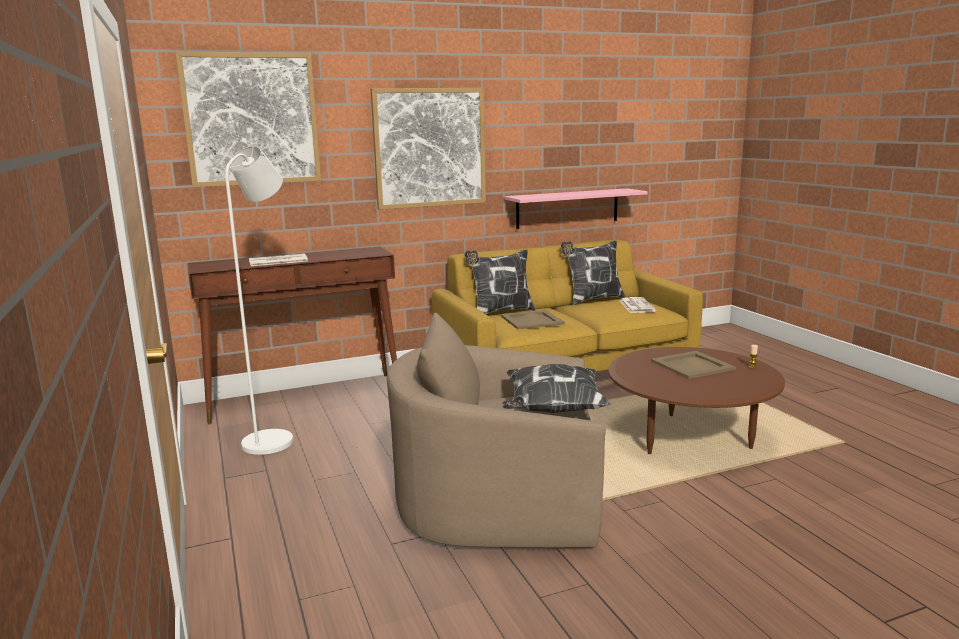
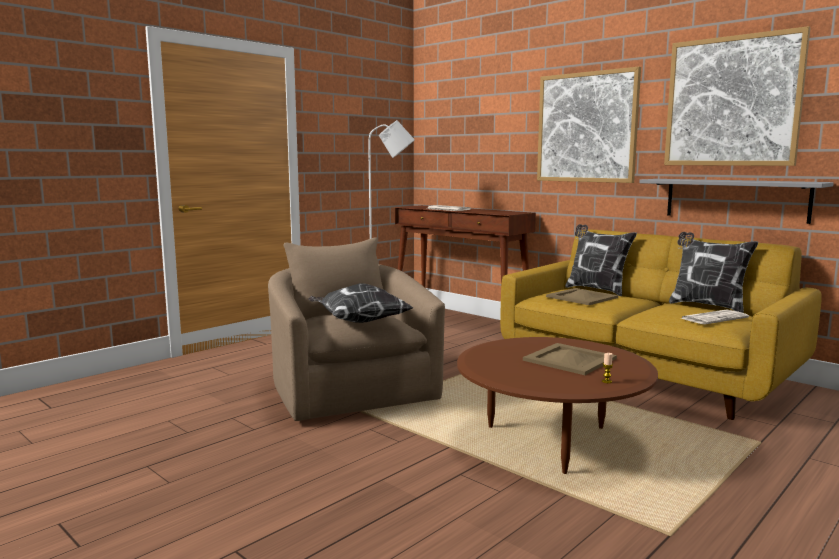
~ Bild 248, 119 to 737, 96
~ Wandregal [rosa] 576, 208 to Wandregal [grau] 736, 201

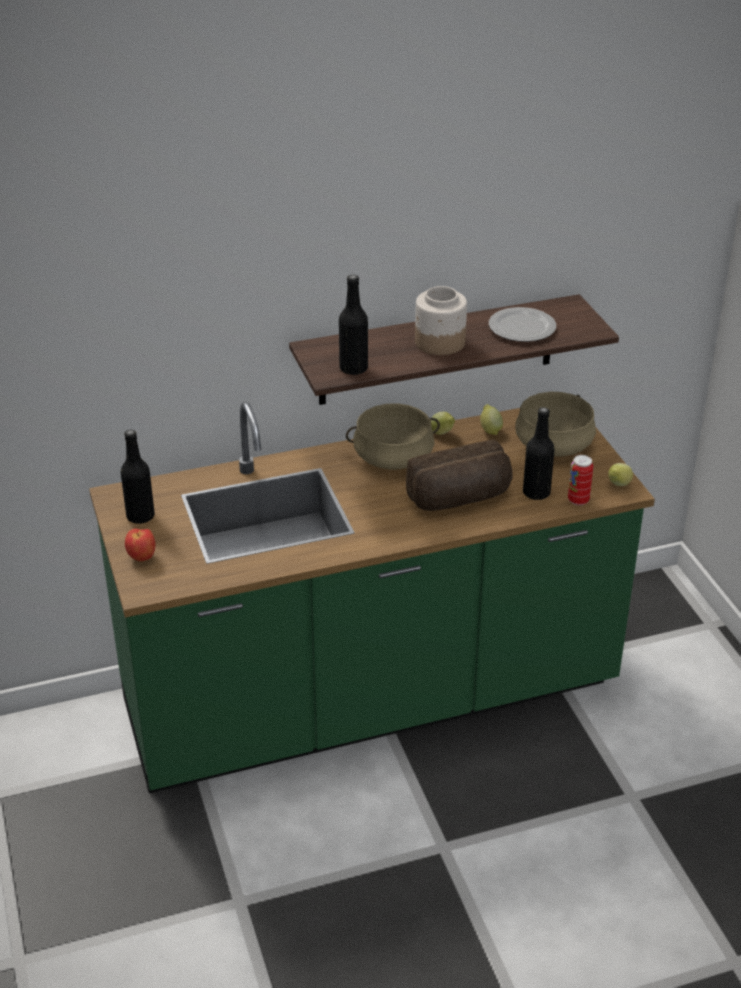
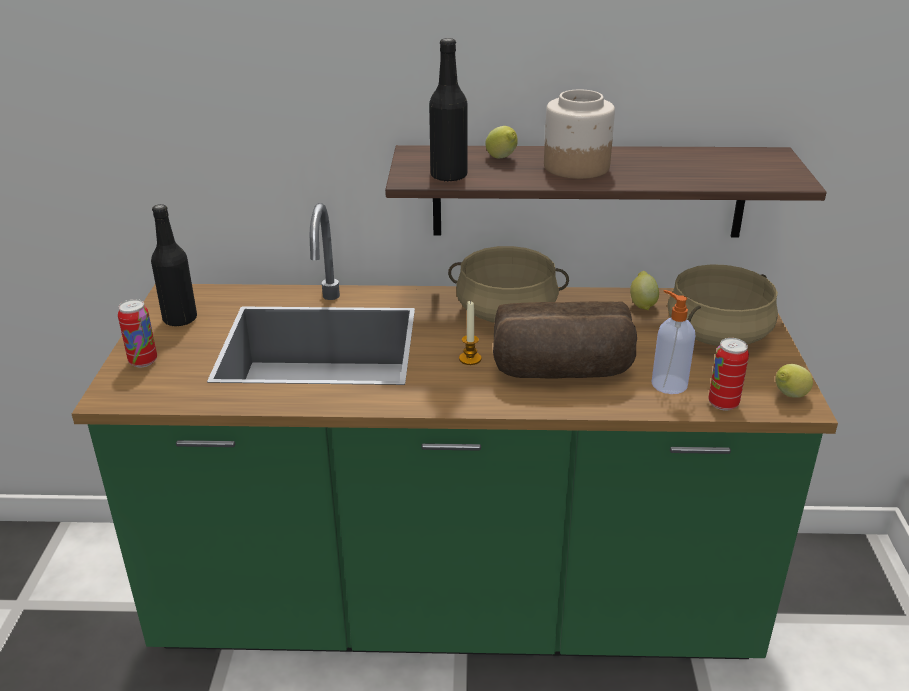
- Teller 522, 324
+ Kerze 470, 333
~ Zitrone 443, 423 to 502, 142
~ Apfel 140, 544 to Dose 137, 333
~ Flasche [schwarz] 539, 453 to Seifenspender 673, 342

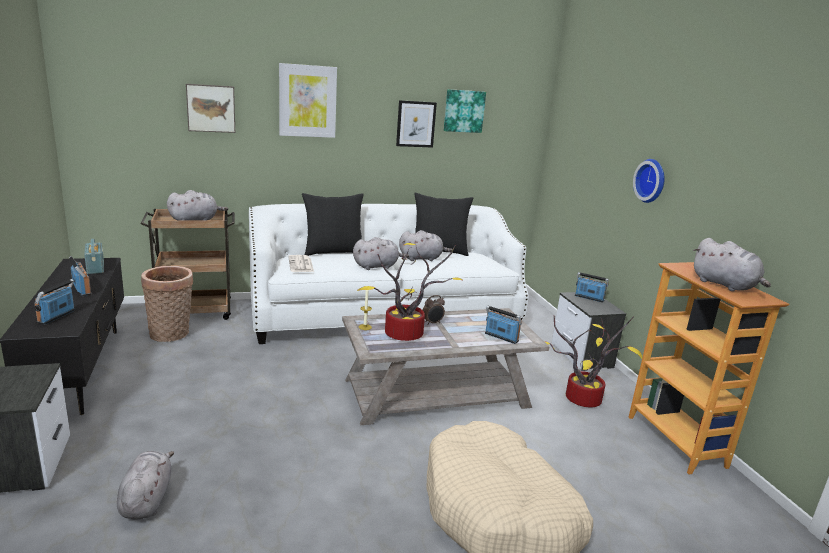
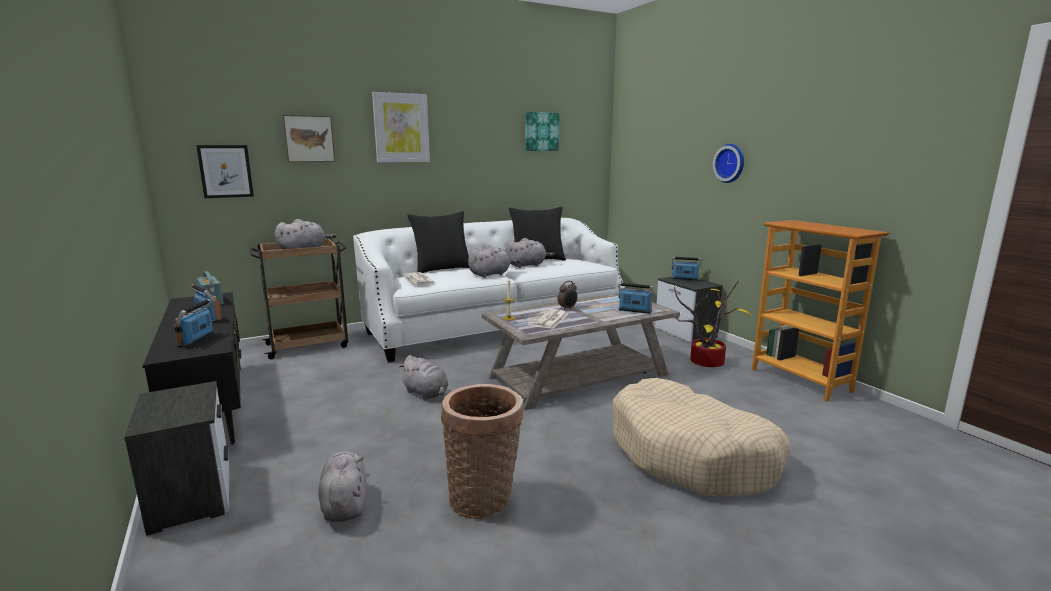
~ Korb 167, 304 to 482, 451
~ Bild 416, 124 to 225, 171
~ Plüschtier [grau] 732, 264 to 424, 377
~ Topfpflanze 410, 292 to Zeitung 547, 319

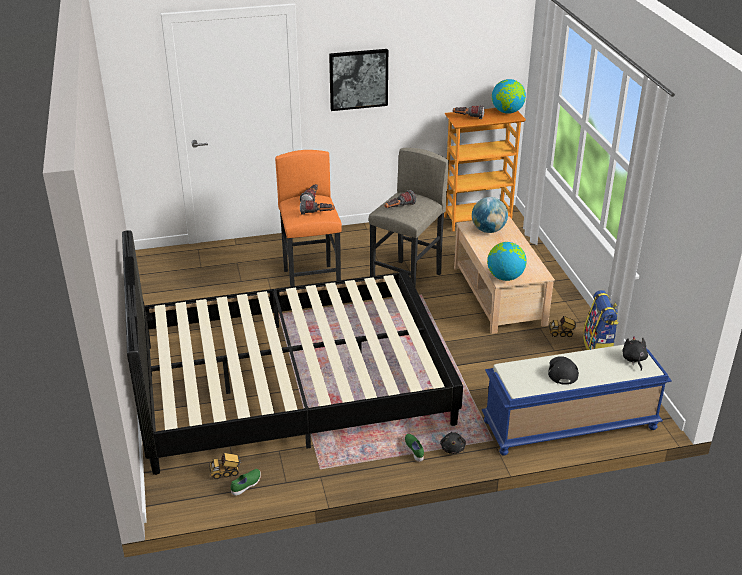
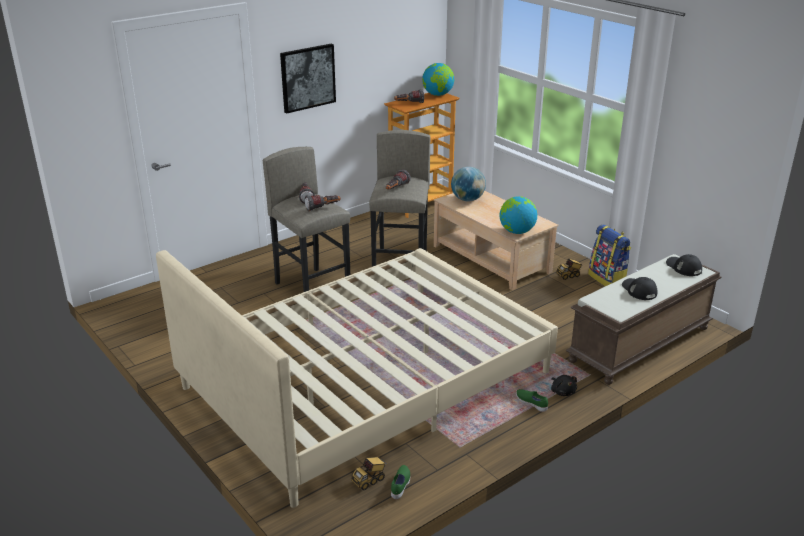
~ Plüschtier [schwarz] 635, 353 to Kappe [schwarz] 684, 265
~ Bett [schwarz] 292, 352 to Bett [beige] 357, 378
~ Hocker [orange] 308, 218 to Hocker [grau] 306, 219
~ Bank [blau] 577, 400 to Bank [braun] 643, 319

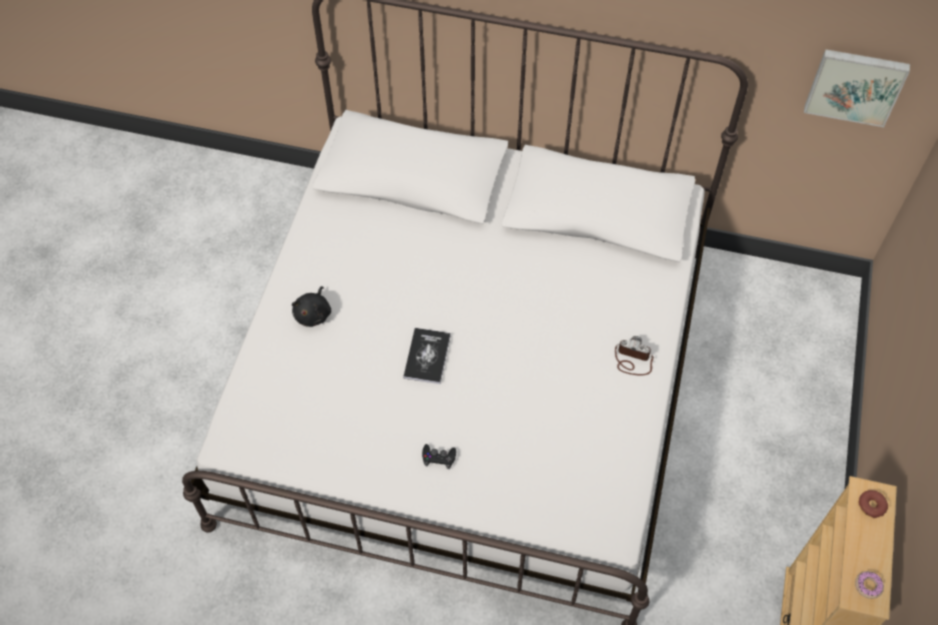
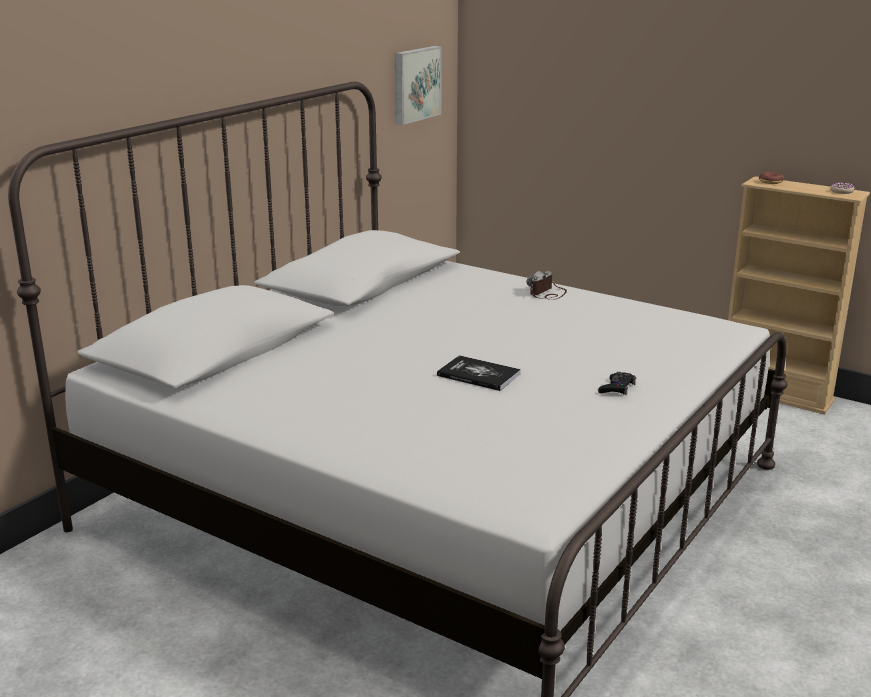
- Plüschtier [schwarz] 311, 306

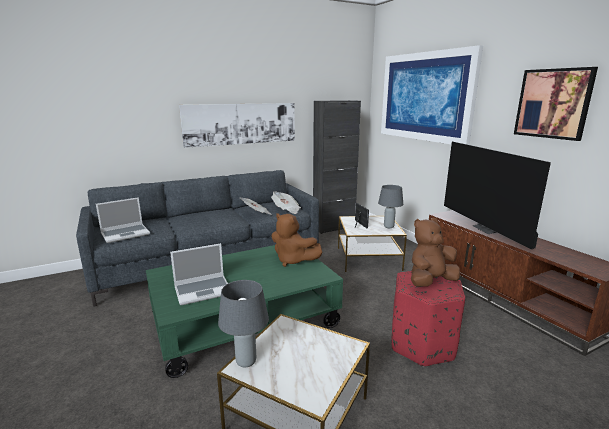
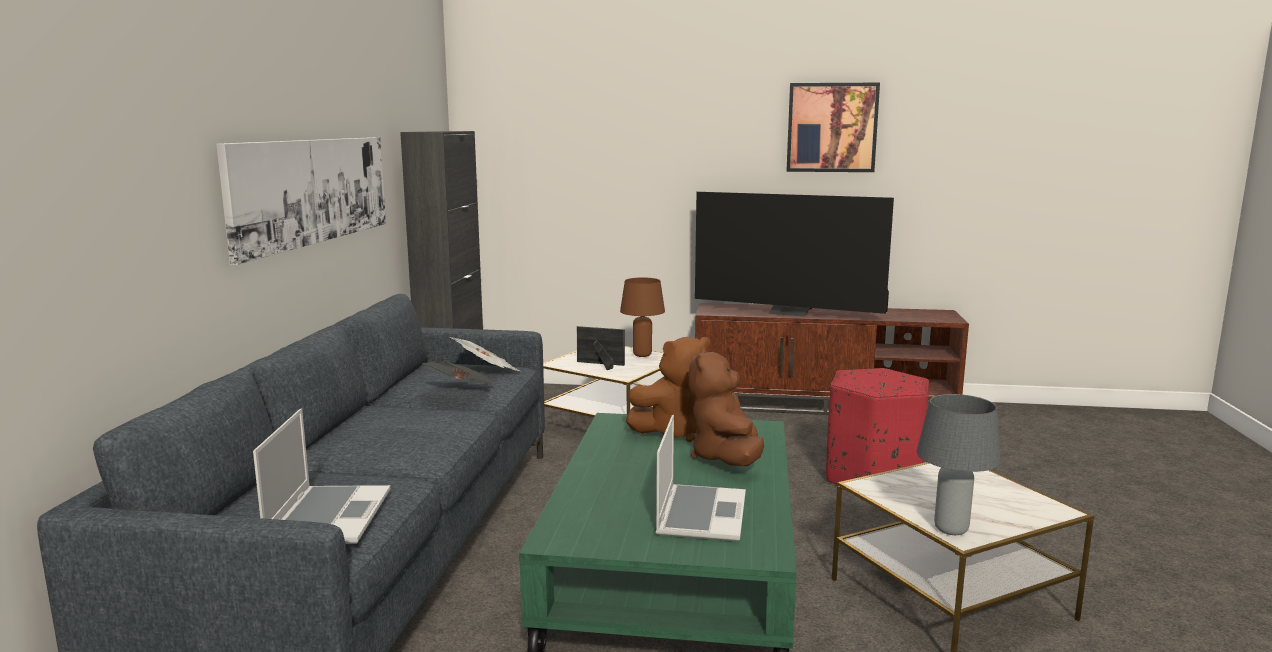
- Bild 432, 95
~ Plüschtier [braun] 435, 252 to 726, 406
~ Tischlampe [grau] 390, 206 to Tischlampe [braun] 642, 317

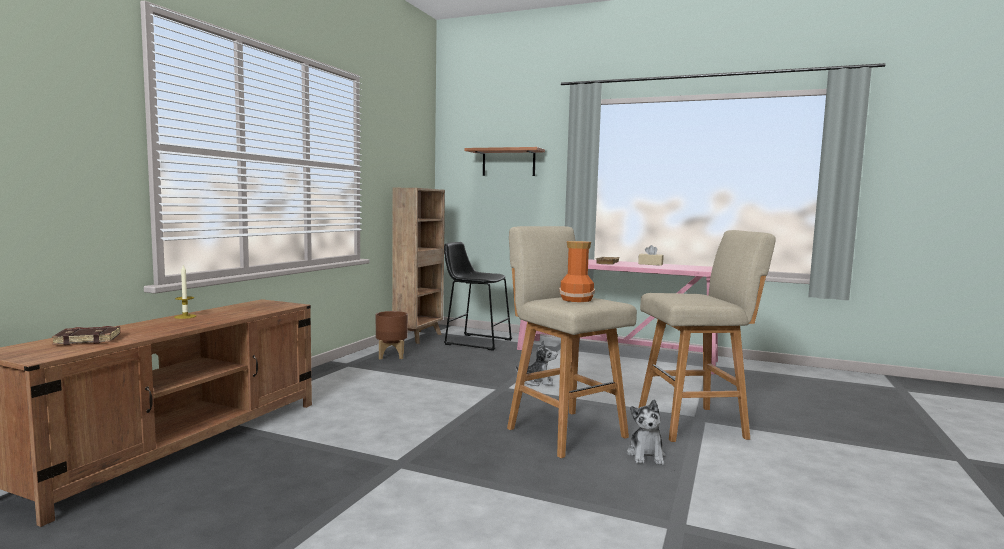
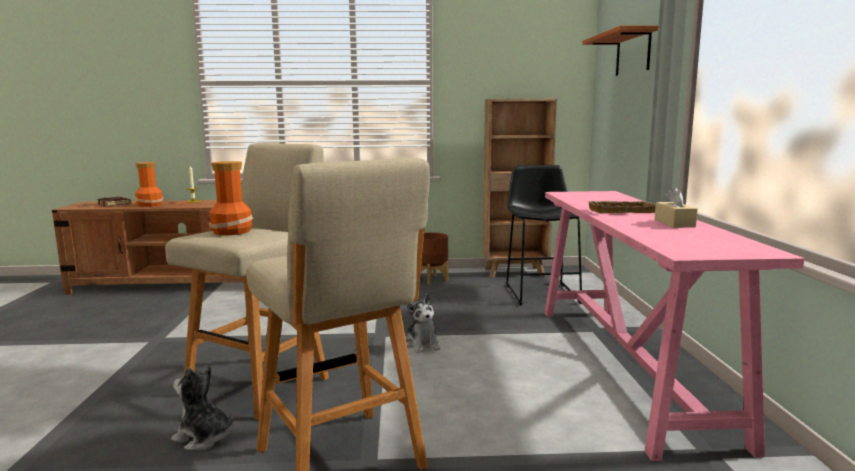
+ Vase 149, 184
~ Plüschtier 646, 432 = 202, 408 45 degrees clockwise

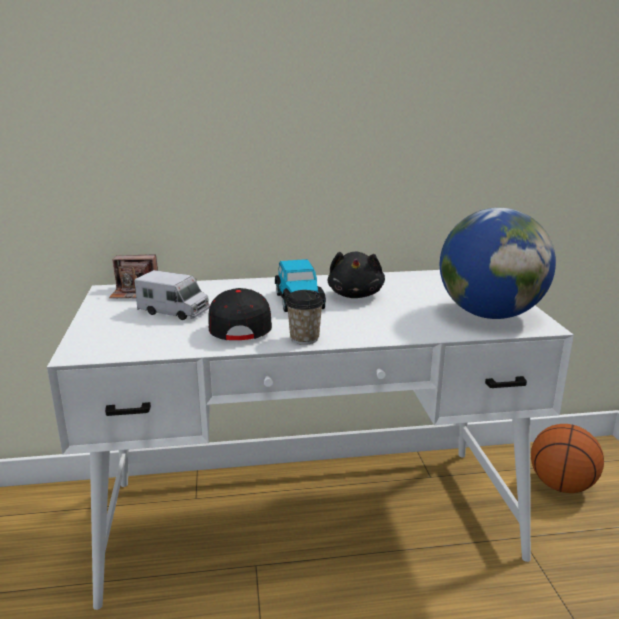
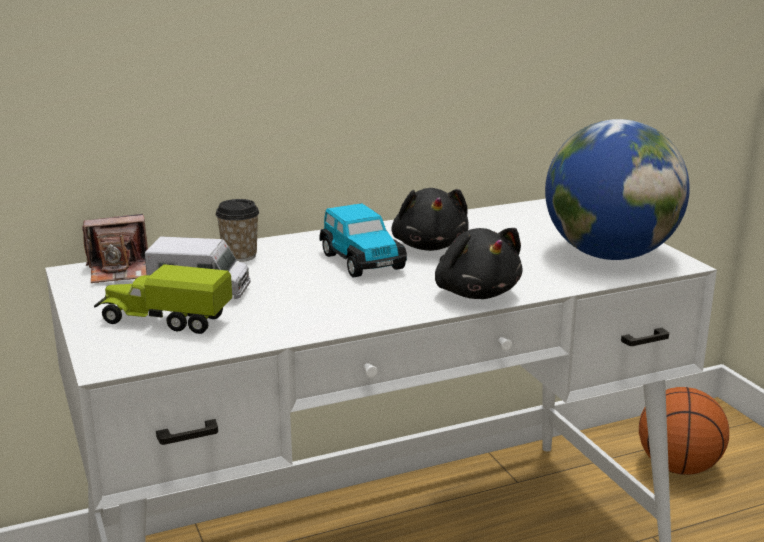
- Kappe [schwarz] 240, 314
+ Spielzeuglaster 163, 299
+ Plüschtier [schwarz] 479, 263
~ Tasse 304, 317 to 237, 230

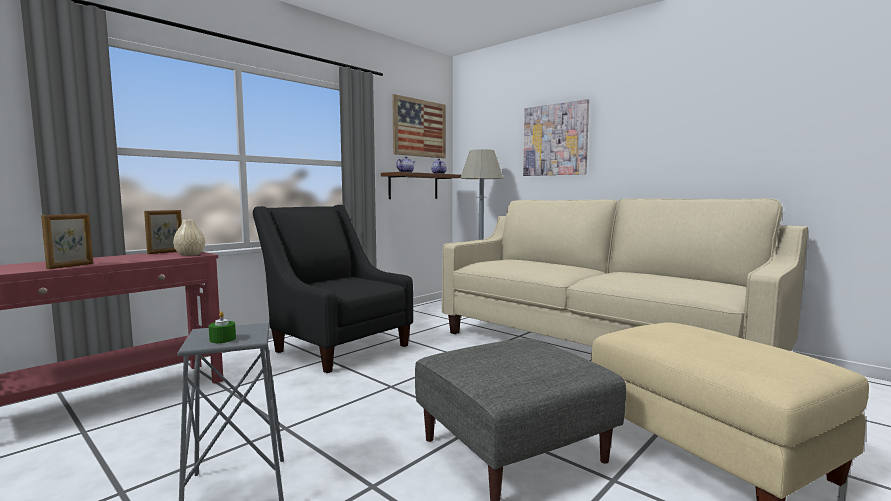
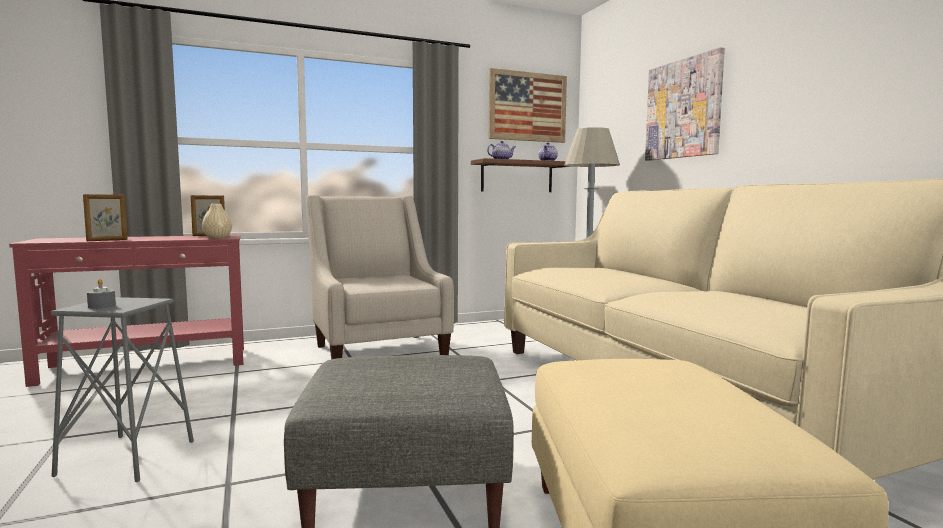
~ Kerze [grün] 222, 327 to Kerze [grau] 101, 294
~ Sessel [schwarz] 333, 289 to Sessel [beige] 380, 277

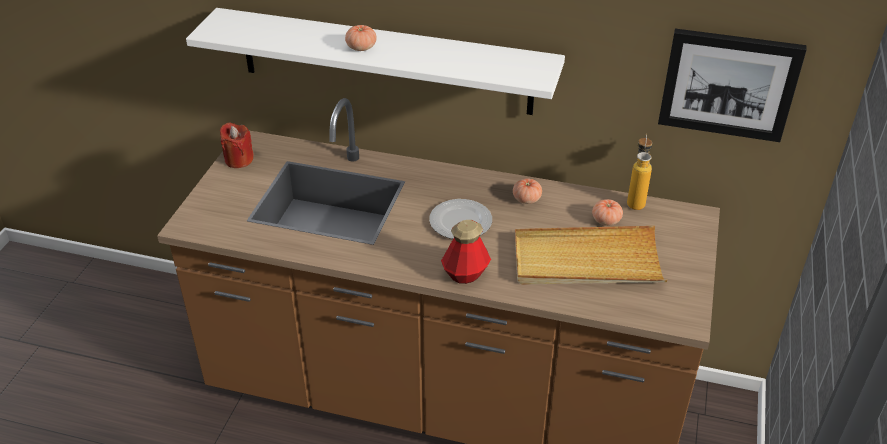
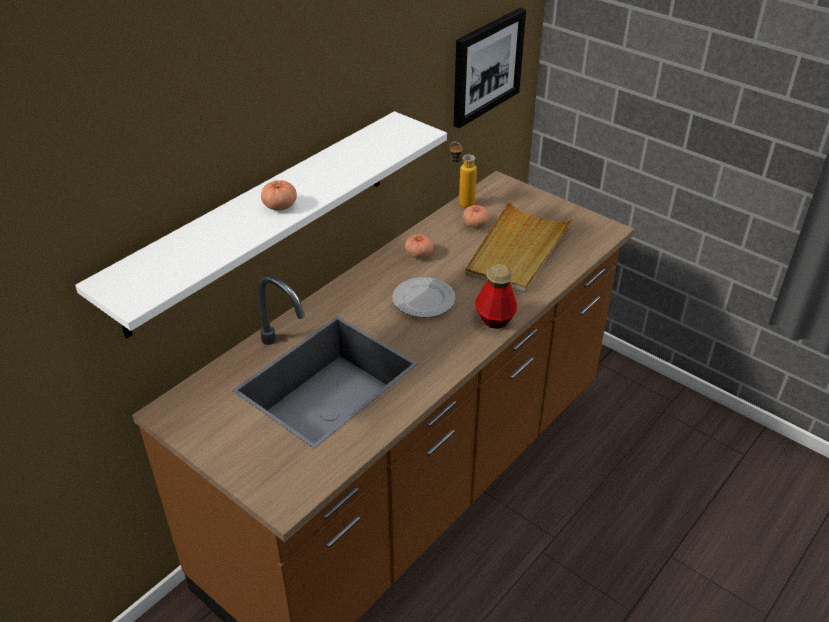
- Kerze [rot] 237, 145

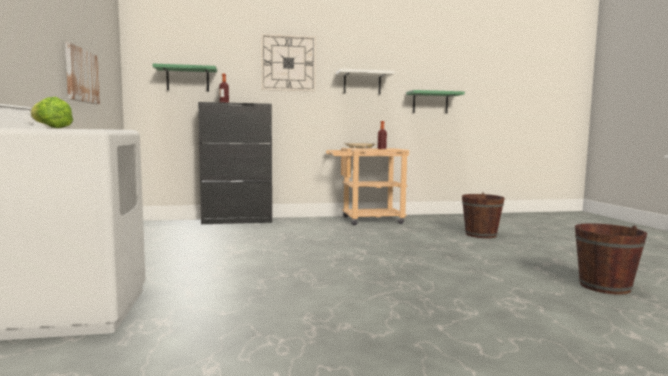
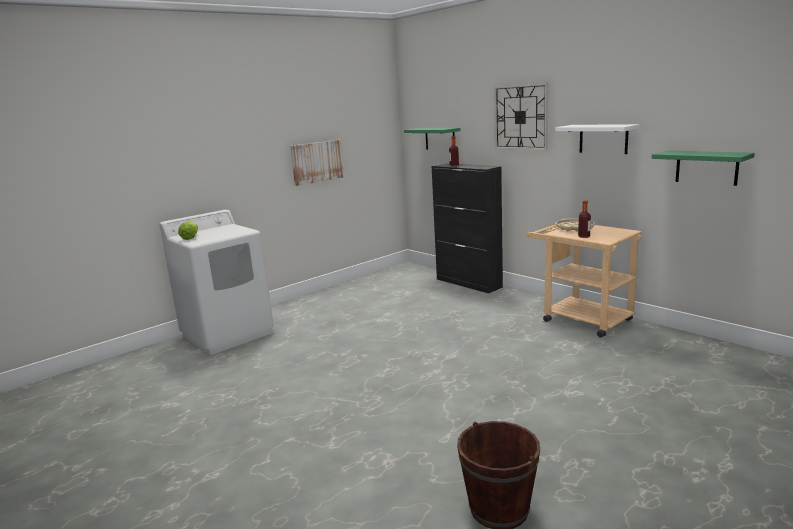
- Eimer [braun] 483, 215

